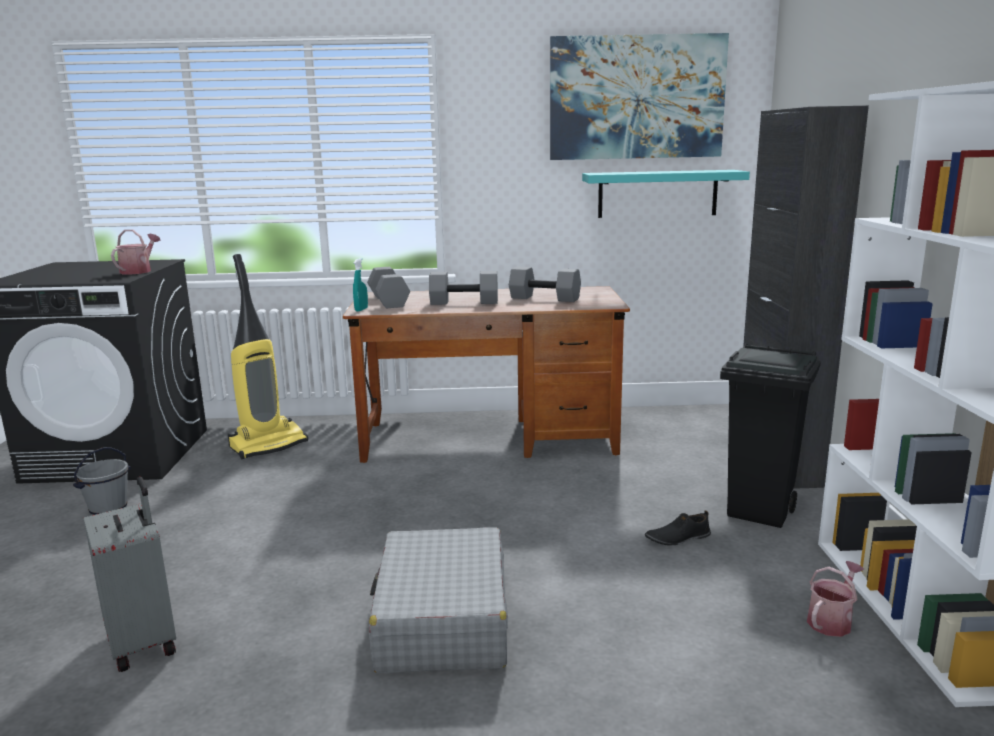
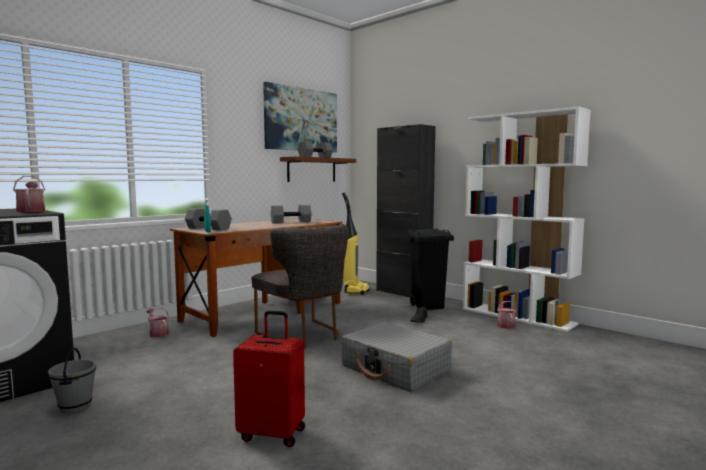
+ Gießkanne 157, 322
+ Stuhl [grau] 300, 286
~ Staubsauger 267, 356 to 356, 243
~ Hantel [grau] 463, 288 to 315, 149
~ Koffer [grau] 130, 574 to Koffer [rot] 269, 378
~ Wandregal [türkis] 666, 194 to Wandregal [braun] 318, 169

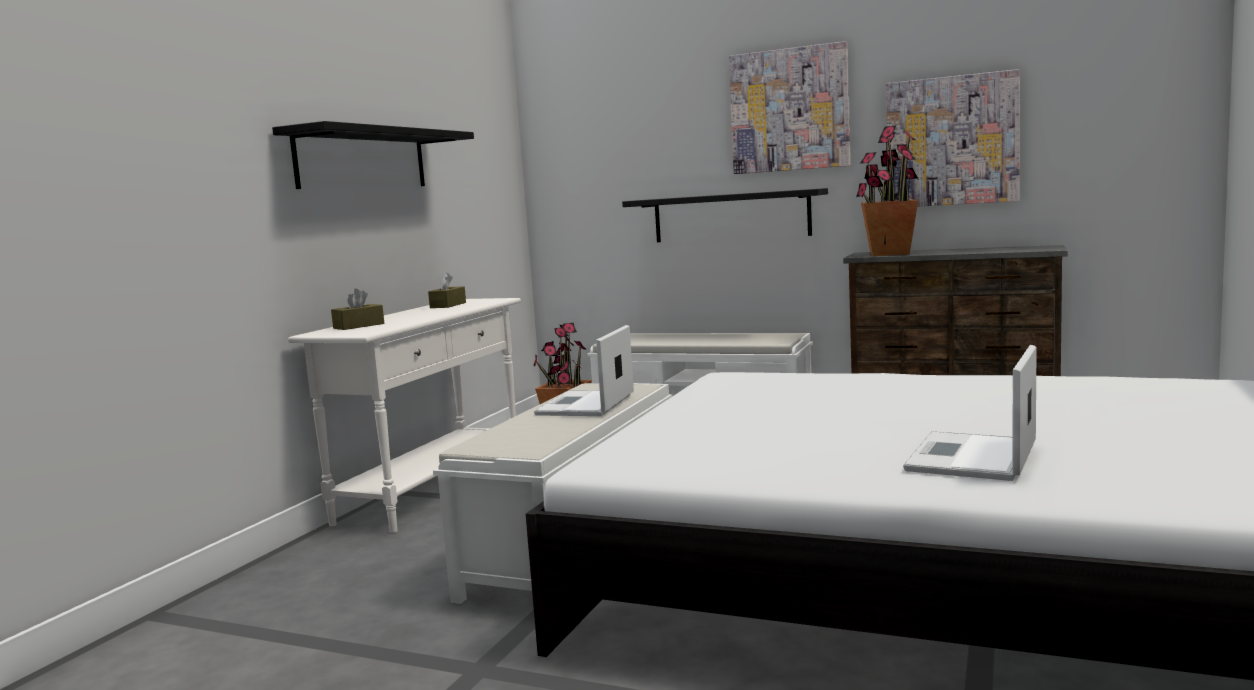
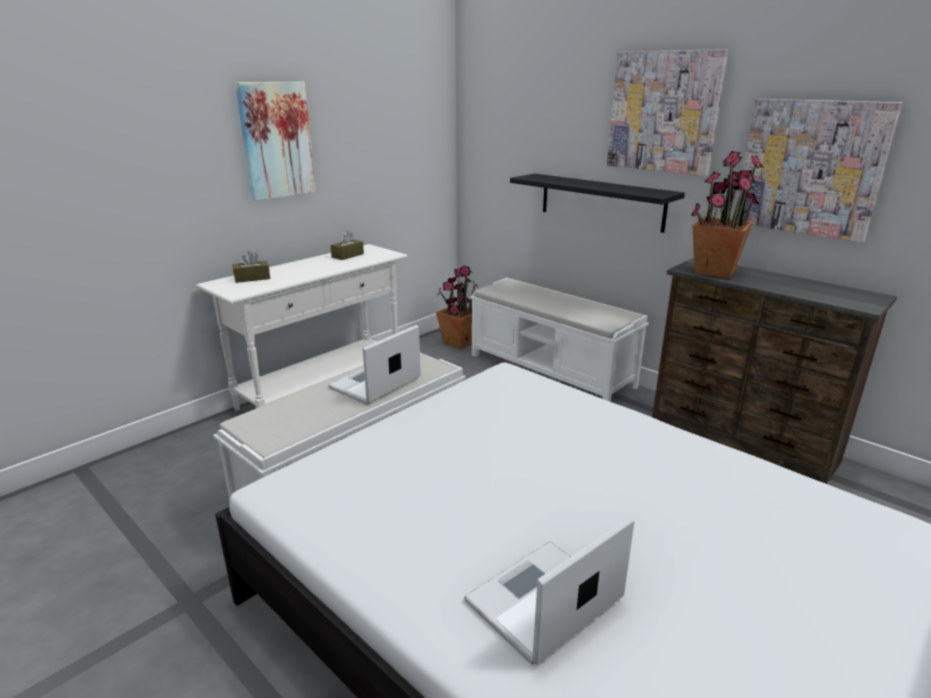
~ Wandregal [schwarz] 373, 155 to Bild 275, 141

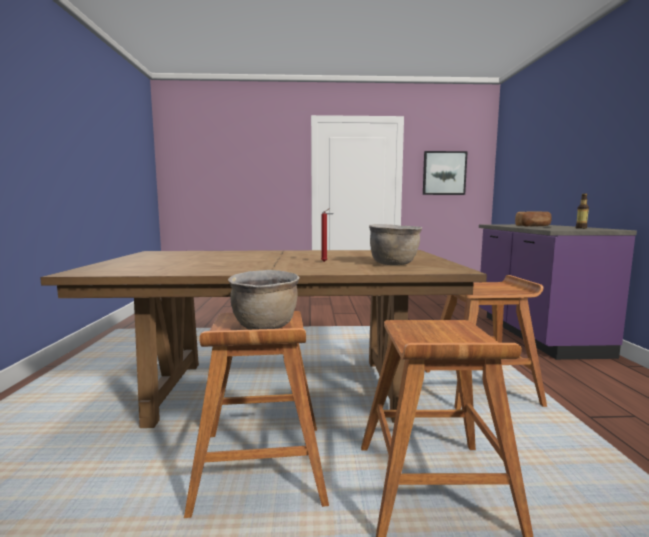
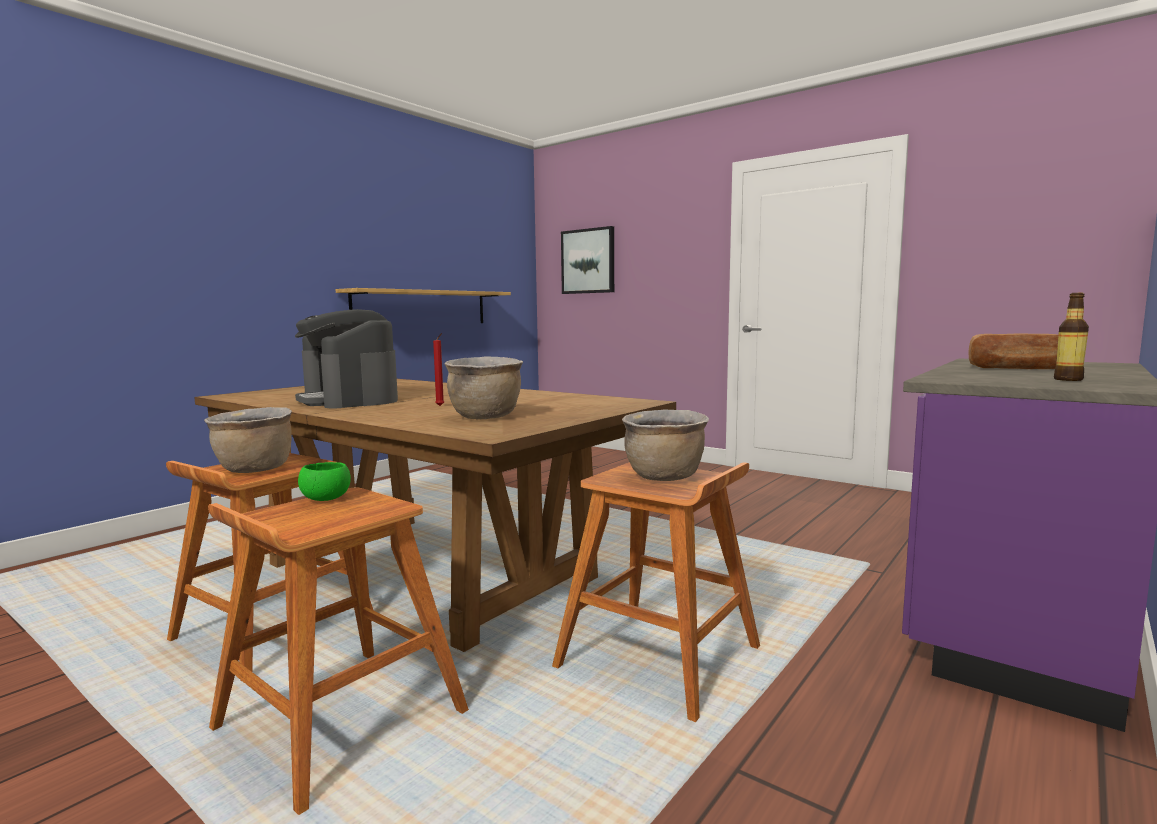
+ Kaffeemaschine 346, 358
+ Schüssel [grün] 324, 481
+ Wandregal 423, 305
+ Kochtopf [braun] 665, 445
~ Bild 445, 173 to 587, 260

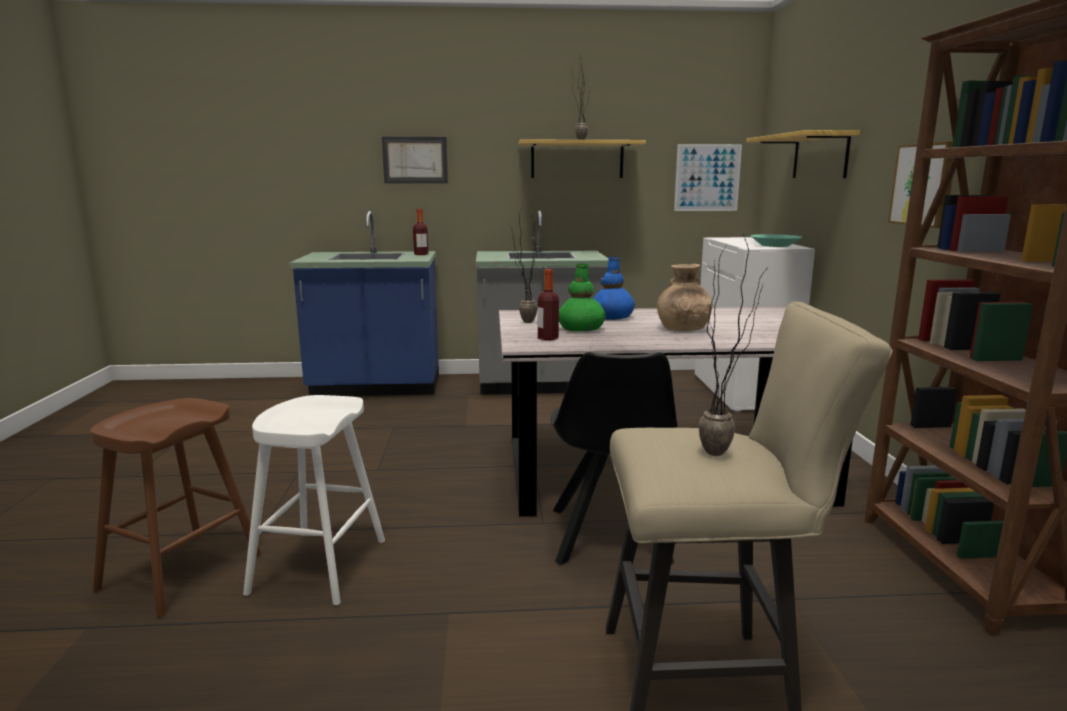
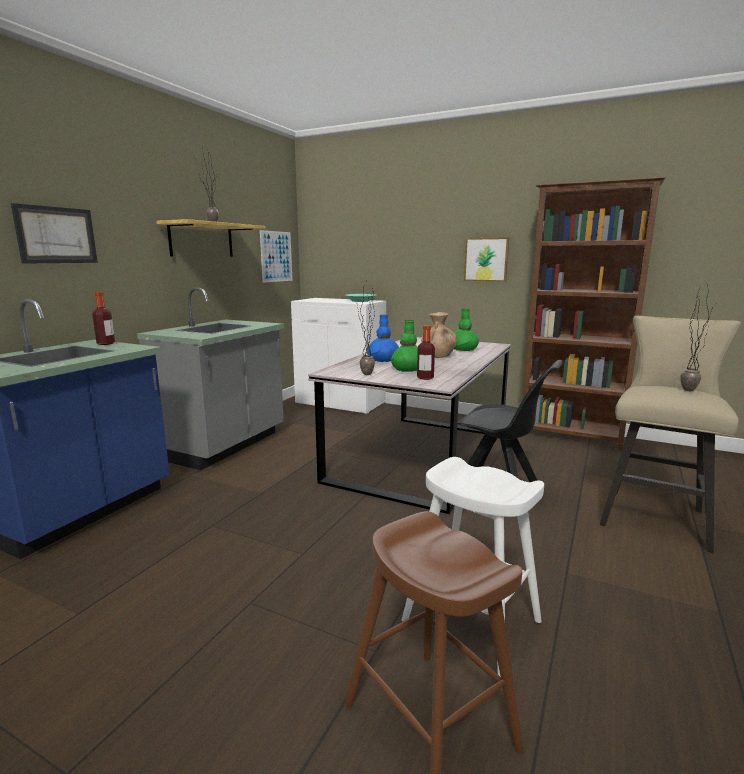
- Wandregal 803, 154
+ Vase [grün] 466, 330

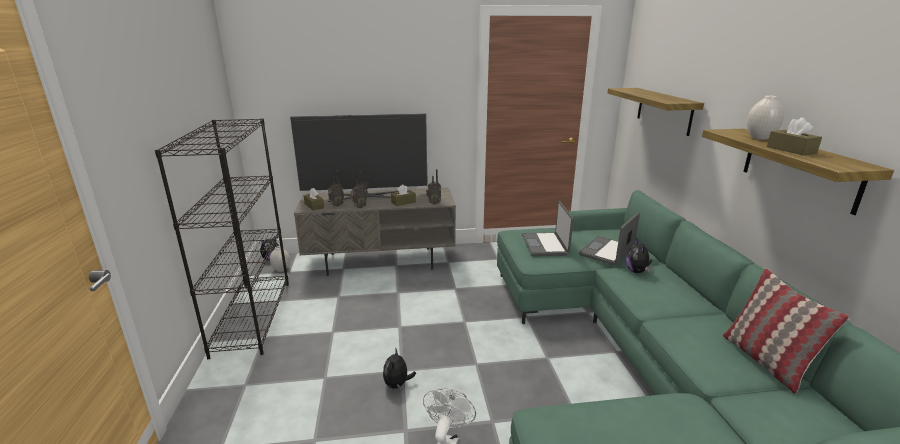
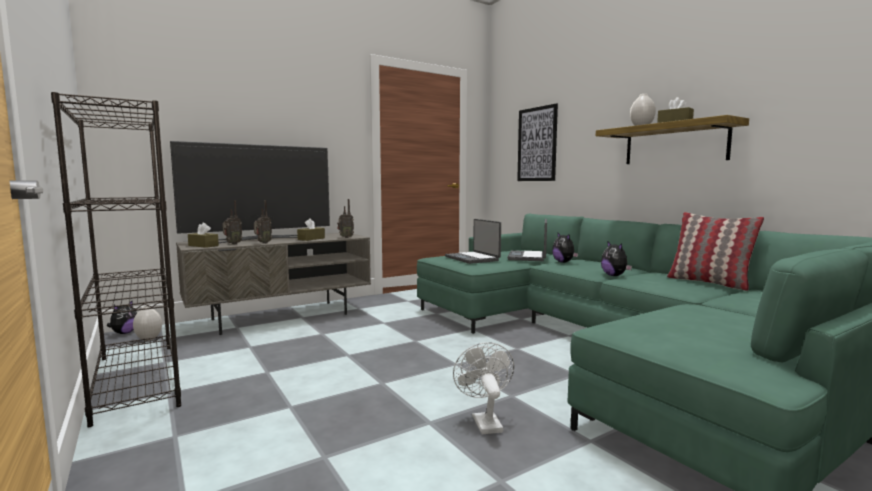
~ Plüschtier 399, 368 to 616, 258
~ Wandregal 656, 112 to Bild 537, 142

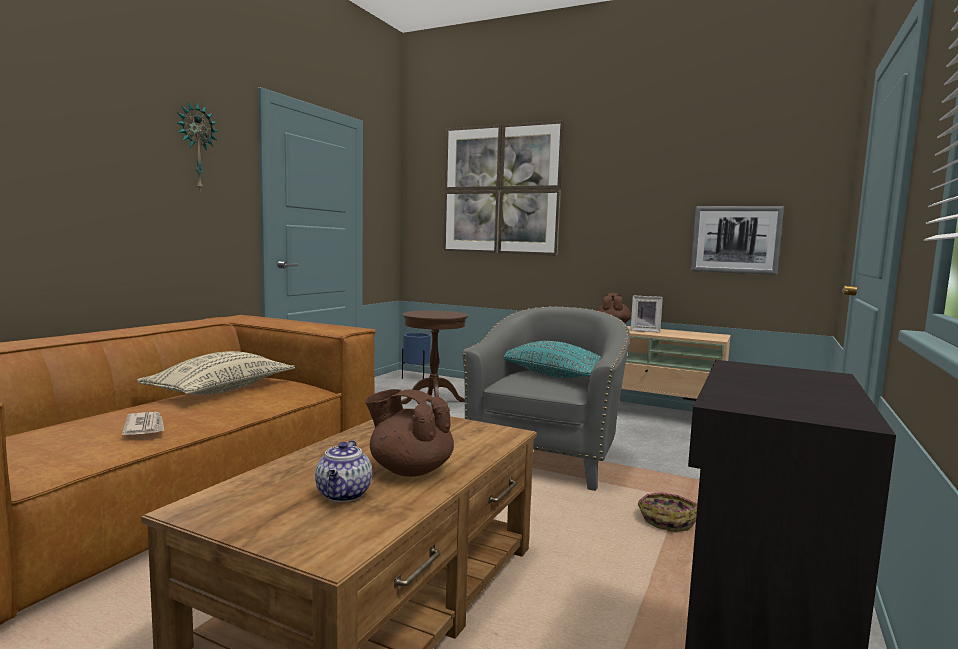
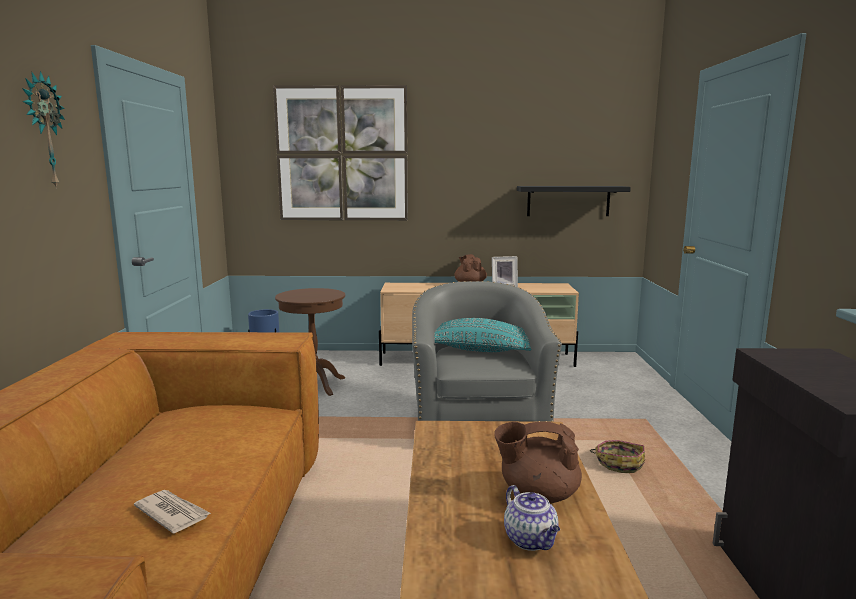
- Kissen [beige] 216, 373
~ Bild 737, 240 to Wandregal [schwarz] 574, 201

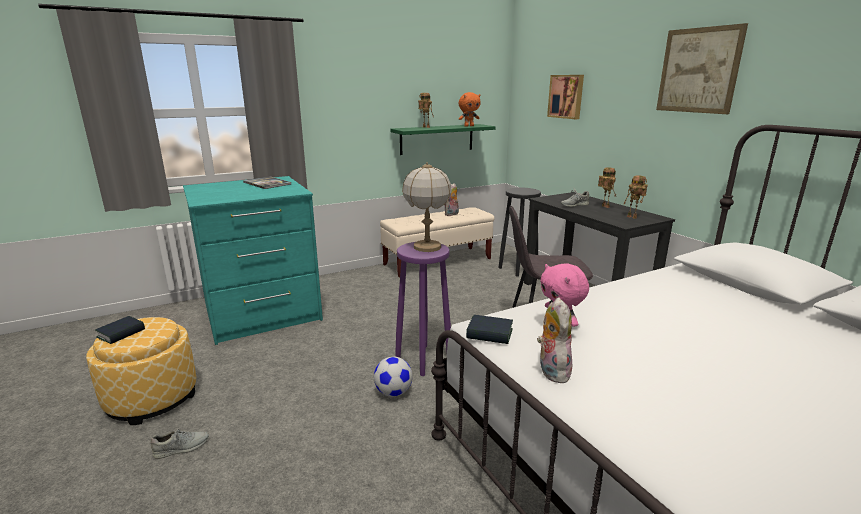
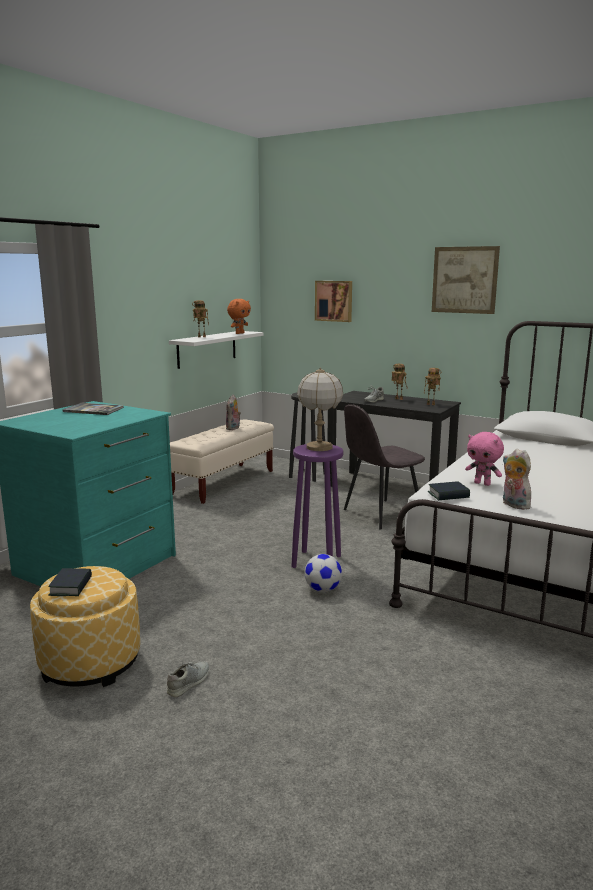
~ Wandregal [grün] 443, 139 to Wandregal [weiß] 216, 350

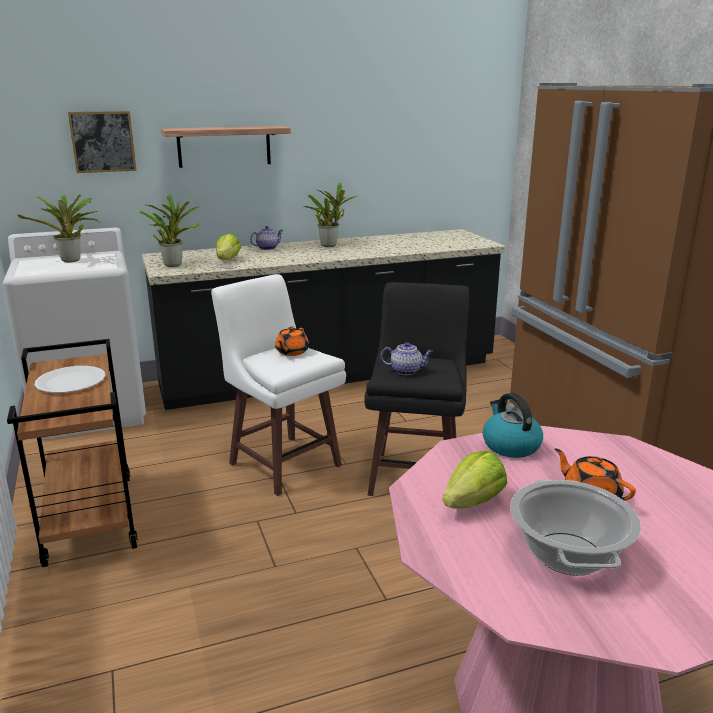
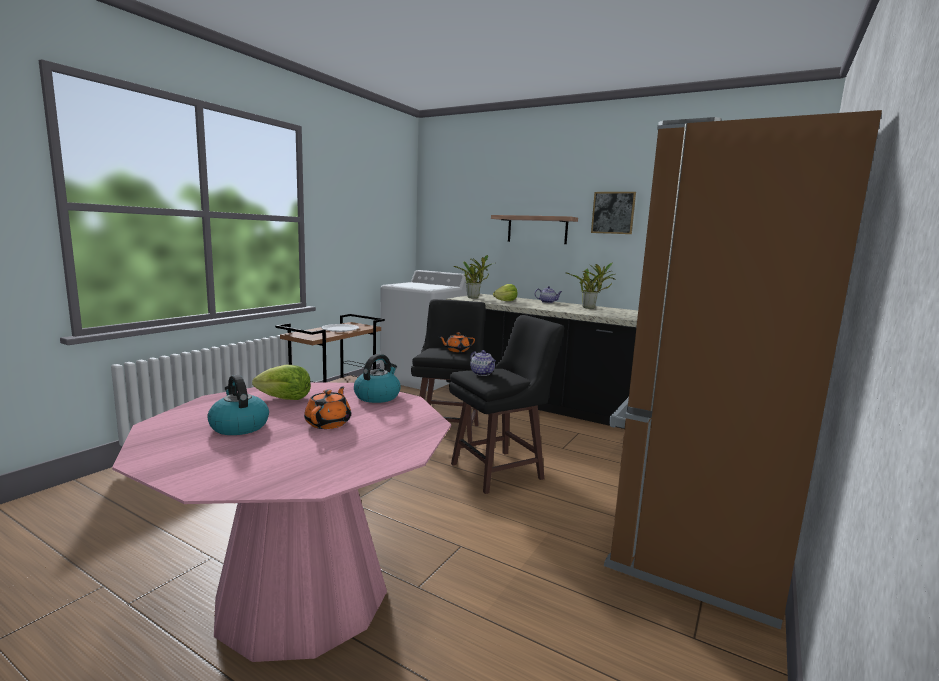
- Topfpflanze 59, 229
~ Bild 102, 142 to 613, 213
~ Kochtopf 575, 528 to Wasserkessel 238, 405
~ Hocker [weiß] 278, 385 to Hocker [schwarz] 448, 370

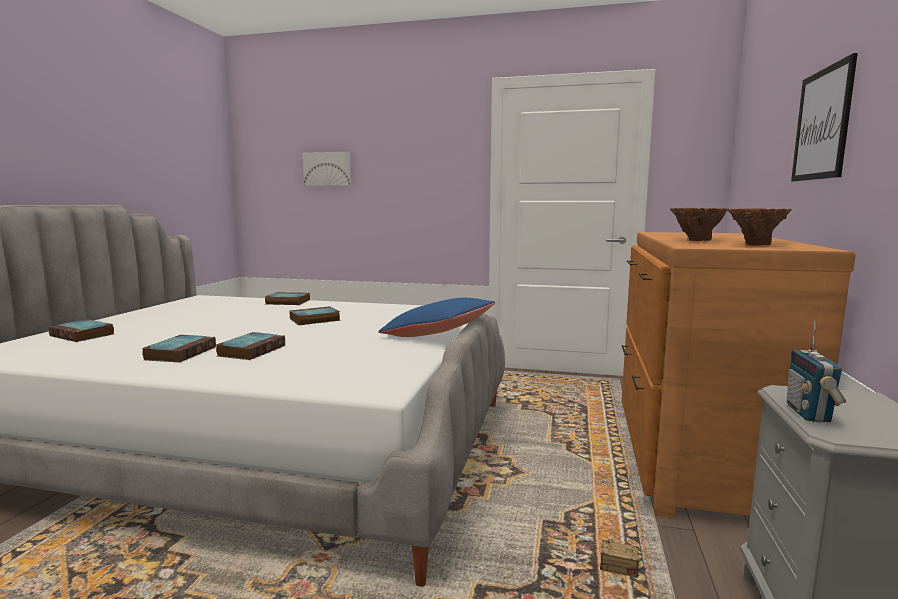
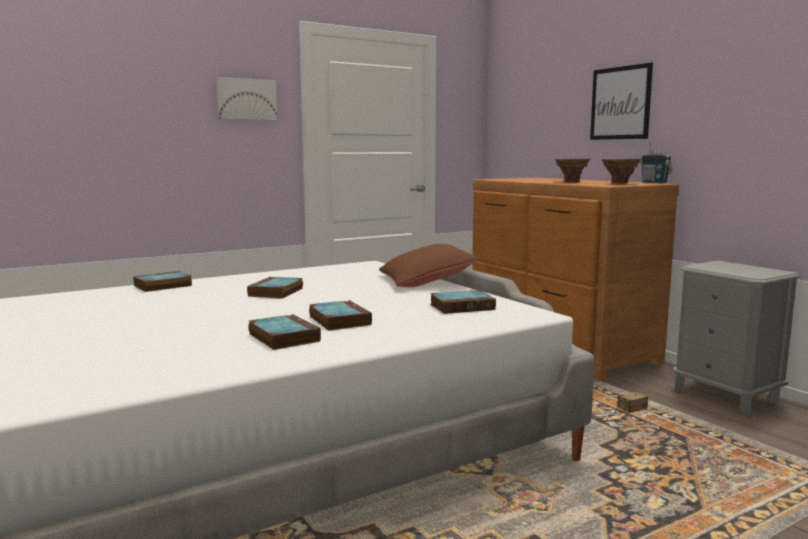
~ Buch 81, 330 to 463, 302
~ Bild 327, 169 to 246, 98
~ Radio 816, 371 to 656, 161
~ Kissen [blau] 436, 317 to Kissen [braun] 428, 265

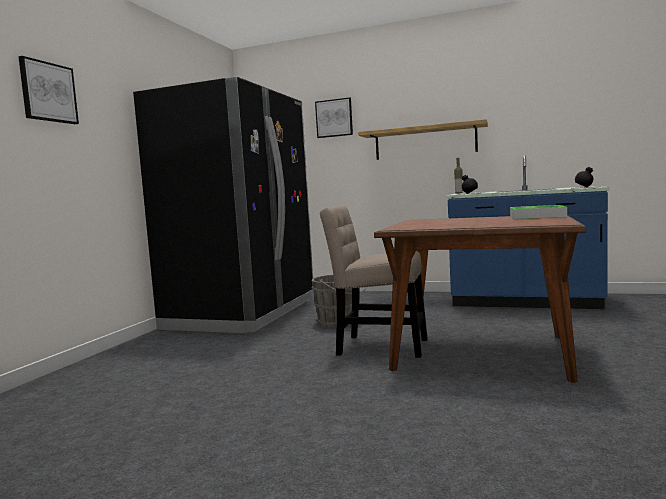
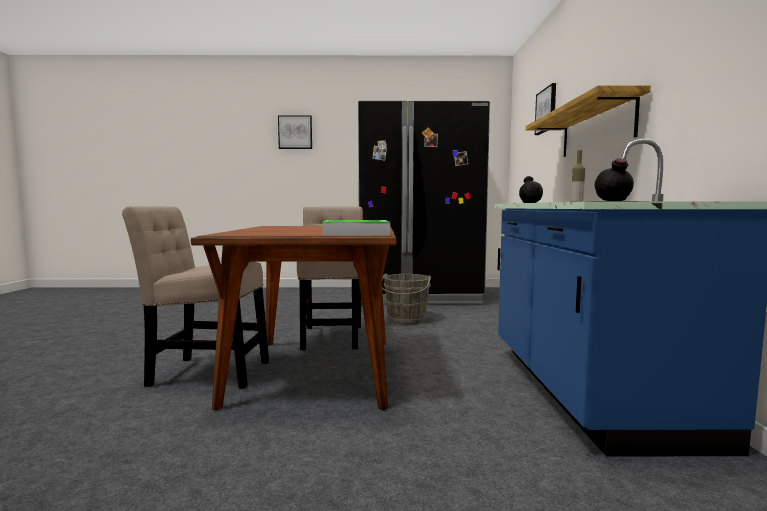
+ Stuhl [beige] 195, 297

